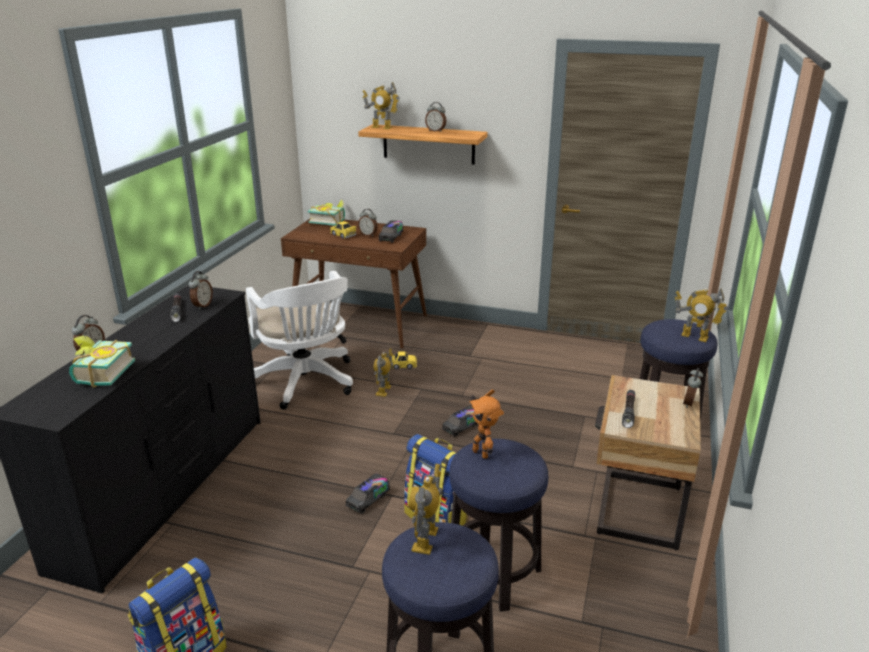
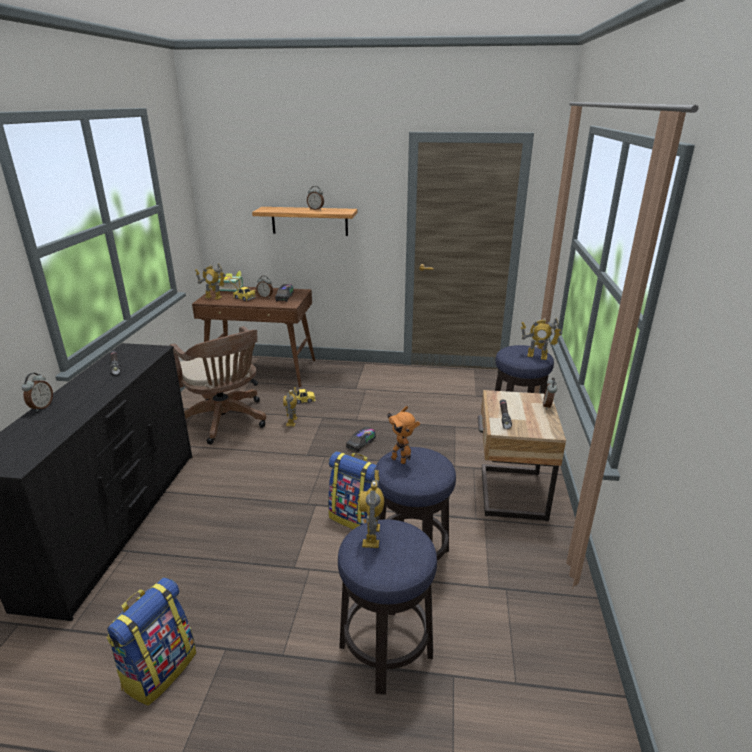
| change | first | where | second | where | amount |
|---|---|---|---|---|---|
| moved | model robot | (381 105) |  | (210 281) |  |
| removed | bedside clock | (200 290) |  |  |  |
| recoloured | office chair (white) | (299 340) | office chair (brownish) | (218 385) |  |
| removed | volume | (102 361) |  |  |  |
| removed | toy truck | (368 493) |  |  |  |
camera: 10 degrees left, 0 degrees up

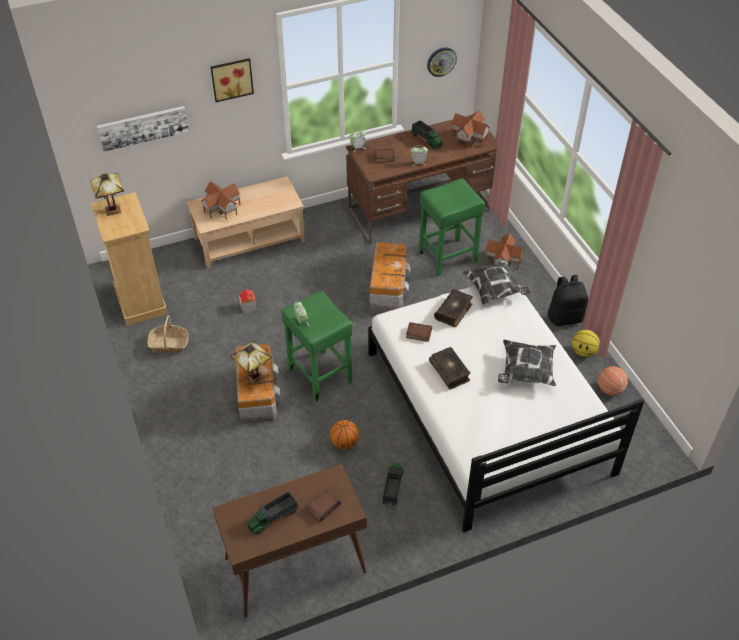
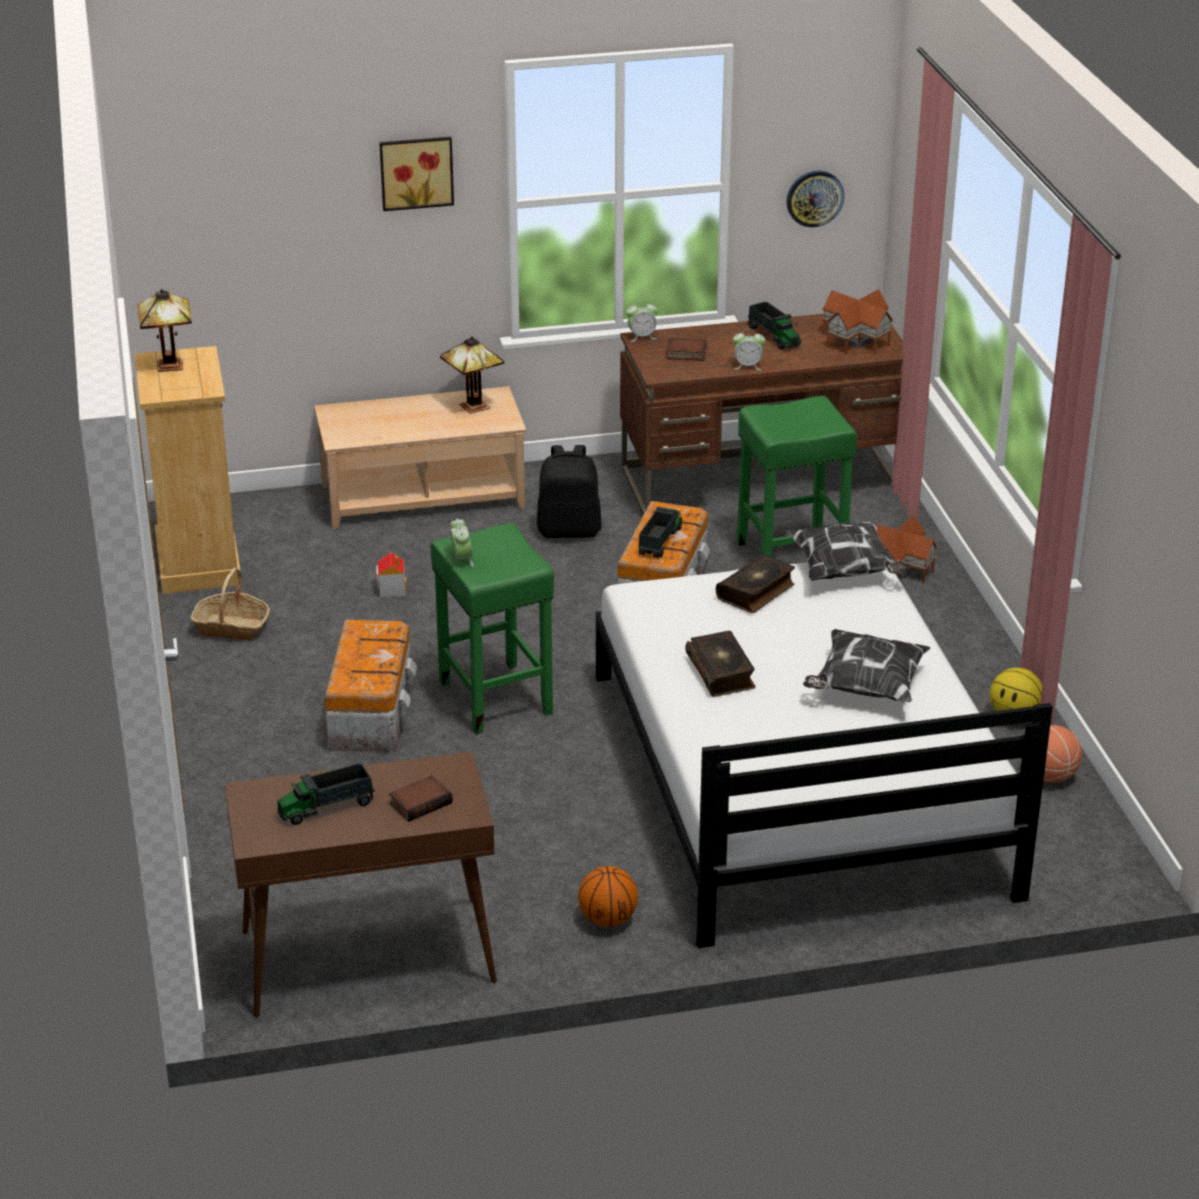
| change | first | where | second | where | amount |
|---|---|---|---|---|---|
| removed | wall picture | (143 129) |  |  |  |
| removed | model house | (221 200) |  |  |  |
| moved | knapsack (black) | (568 300) |  | (569 491) |  |
| removed | volume | (419 332) |  |  |  |
| moved | table lamp | (251 363) |  | (472 375) |  |
| moved | basketball ball | (344 435) |  | (608 896) |  |
| moved | toy truck | (393 484) |  | (660 532) |  |
camera: 10 degrees right, 15 degrees down

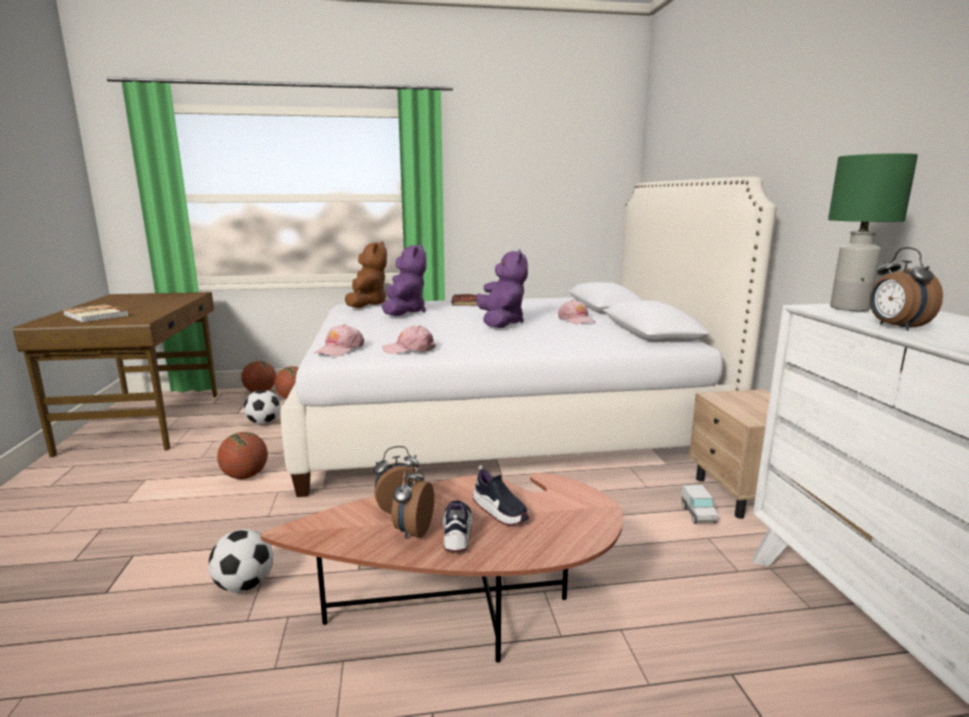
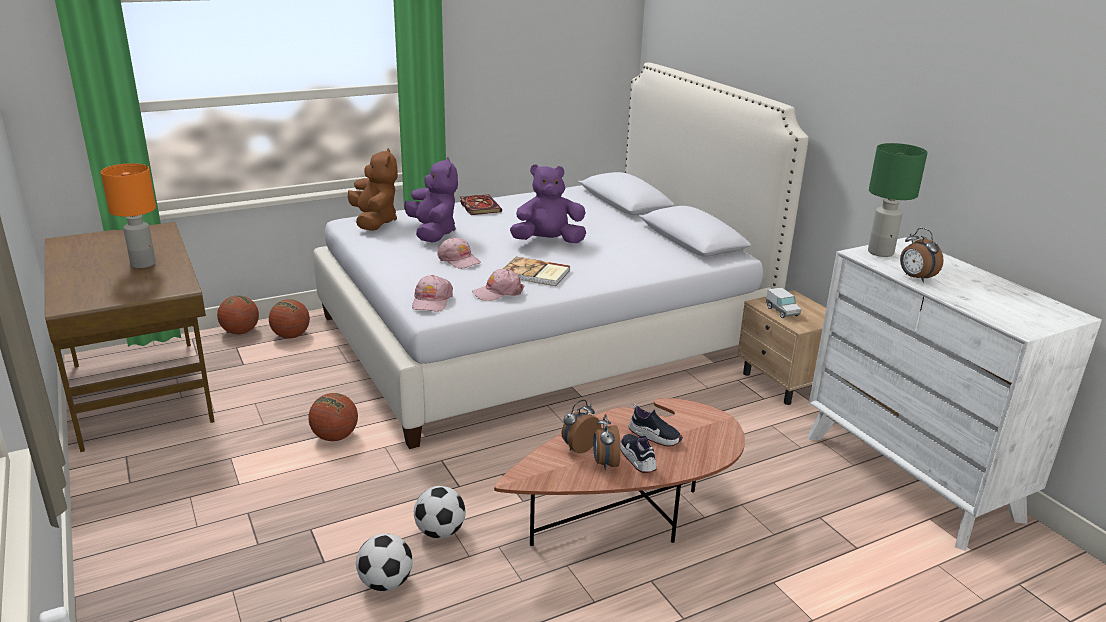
| change | first | where | second | where | amount |
|---|---|---|---|---|---|
| turned | soft toy (purple-coloured) | (502 288) |  | (548 204) | 75 degrees counterclockwise |
| moved | cap (pinkish) | (576 312) |  | (459 253) |  |
| moved | volume | (95 313) |  | (536 271) |  |
| moved | football ball | (262 407) |  | (384 562) |  |
| moved | toy truck | (700 504) |  | (783 302) |  |
| added |  |  | table lamp (orangey) | (128 215) |  |
camera: 20 degrees left, 10 degrees up

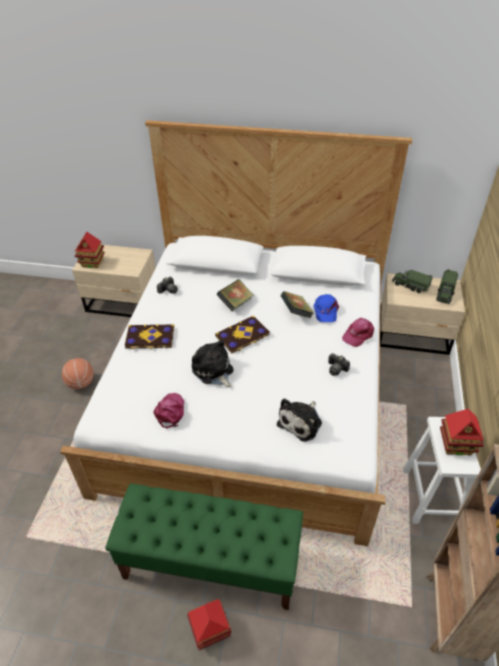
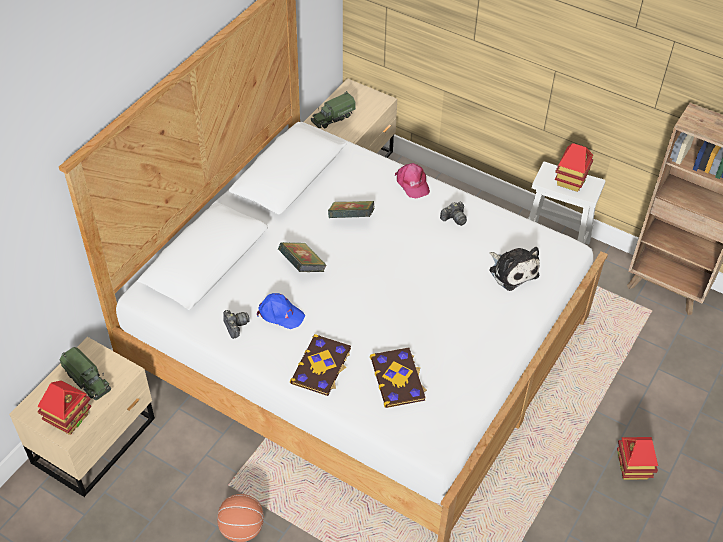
| change | first | where | second | where | amount |
|---|---|---|---|---|---|
| moved | toy truck | (447 286) |  | (85 373) |  |
| moved | cap (blue-coloured) | (326 308) |  | (281 311) |  |
| moved | volume | (242 334) |  | (398 377) |  |
| removed | soft toy | (213 363) |  |  |  |
| removed | cap (pinkish) | (168 410) |  |  |  |
| removed | long seat (green-coloured) | (204 546) |  |  |  |
camera: 70 degrees left, 5 degrees up

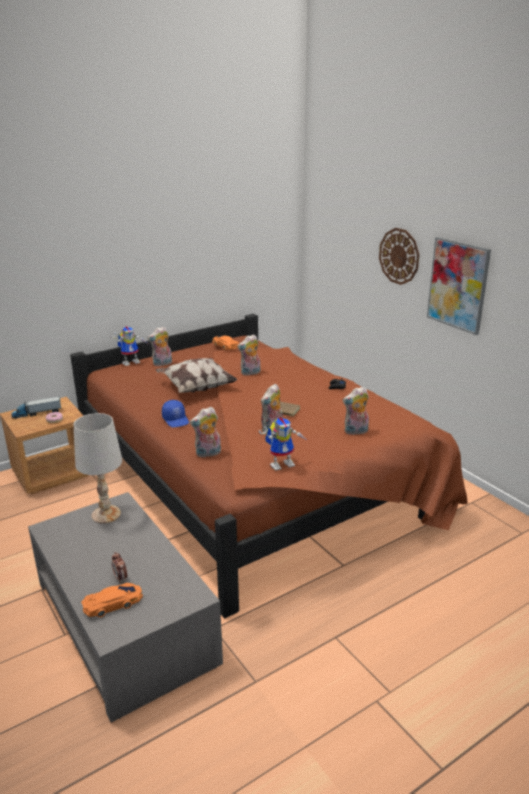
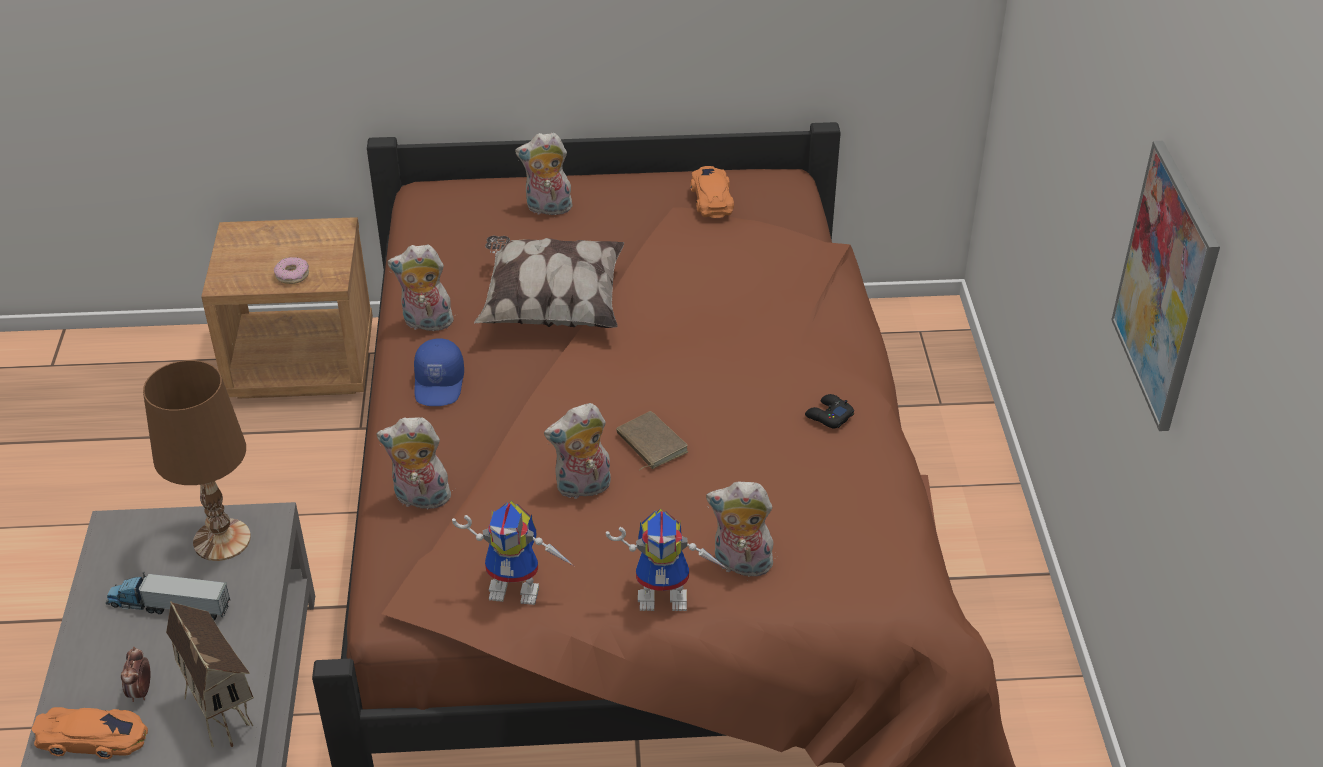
| change | first | where | second | where | amount |
|---|---|---|---|---|---|
| removed | wall clock | (399 256) |  |  |  |
| moved | model robot | (129 346) |  | (666 559) |  |
| moved | soft toy | (248 355) |  | (420 288) |  |
| moved | toy truck | (36 408) |  | (168 595) |  |
| recoloured | table lamp (white) | (97 468) | table lamp (brownish) | (197 460) |  |
| added |  |  | model house | (210 674) |  |
camera: 30 degrees right, 15 degrees up

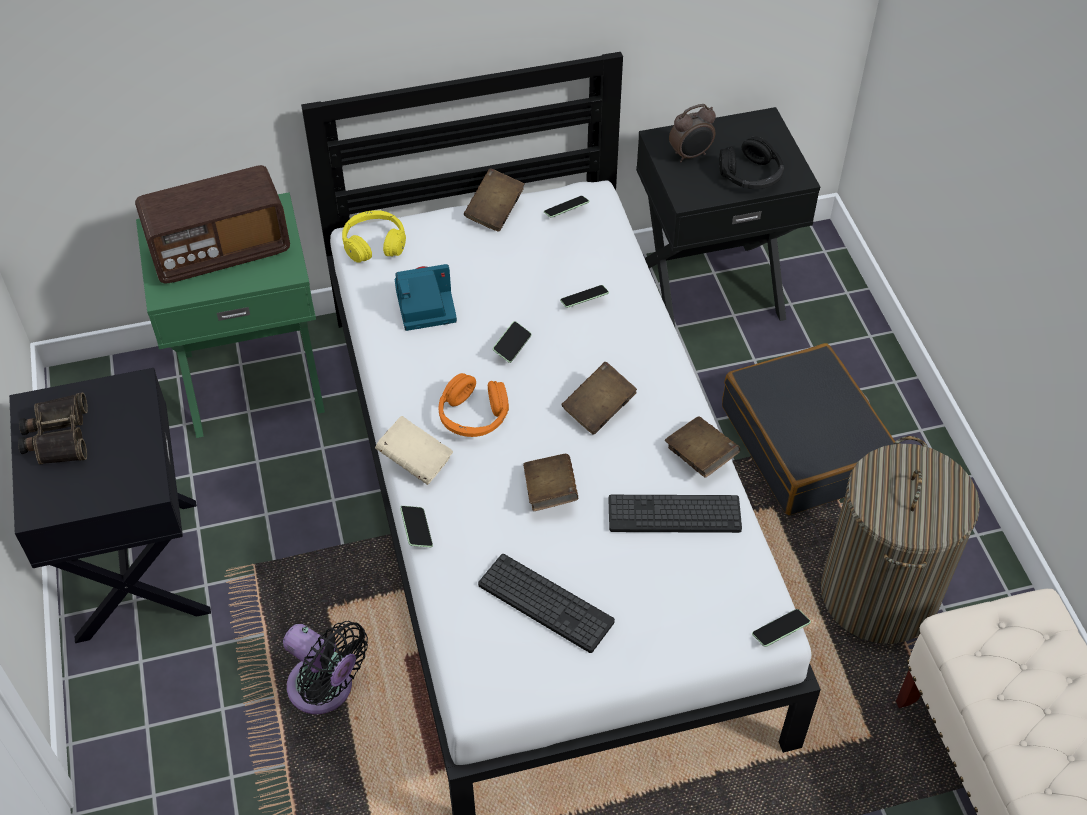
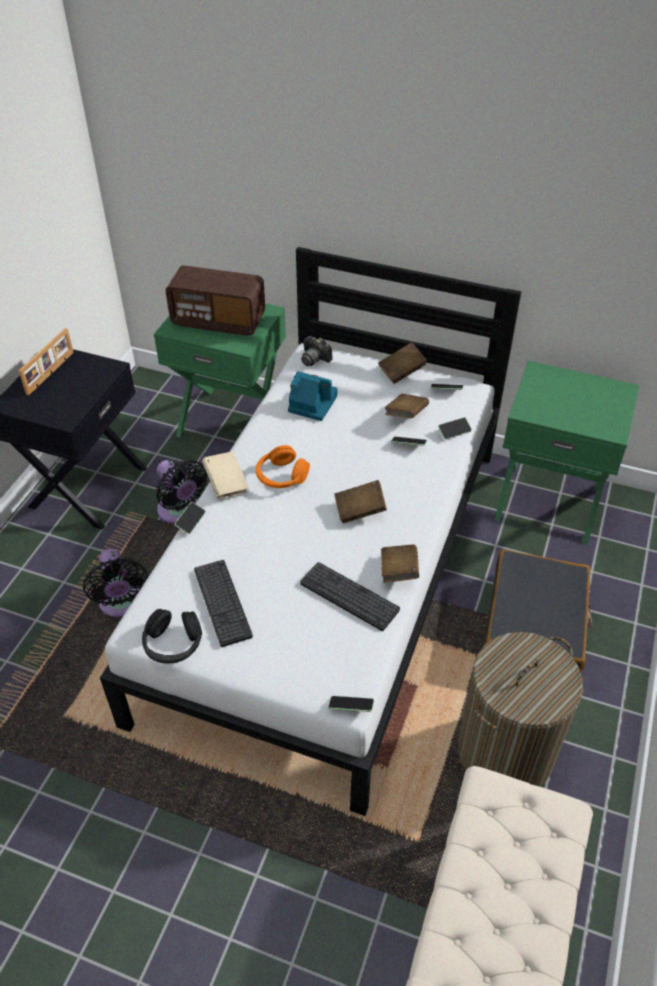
| change | first | where | second | where | amount |
|---|---|---|---|---|---|
| removed | bedside clock | (692 133) |  |  |  |
| recoloured | bedside table (black) | (728 218) | bedside table (green-coloured) | (567 453) |  |
| moved | headphones (black) | (751 162) |  | (172 636) |  |
| replaced | headphones (yellowish) | (374 236) | photo camera | (317 351) |  |
| moved | handset | (512 342) |  | (455 428) |  |
| replaced | binoculars | (53 428) | picture frame | (46 361) |  |
| moved | volume (brownish) | (550 482) |  | (407 406) |  |
| added |  |  | fan (black) | (181 492) |  |
camera: 35 degrees right, 5 degrees down

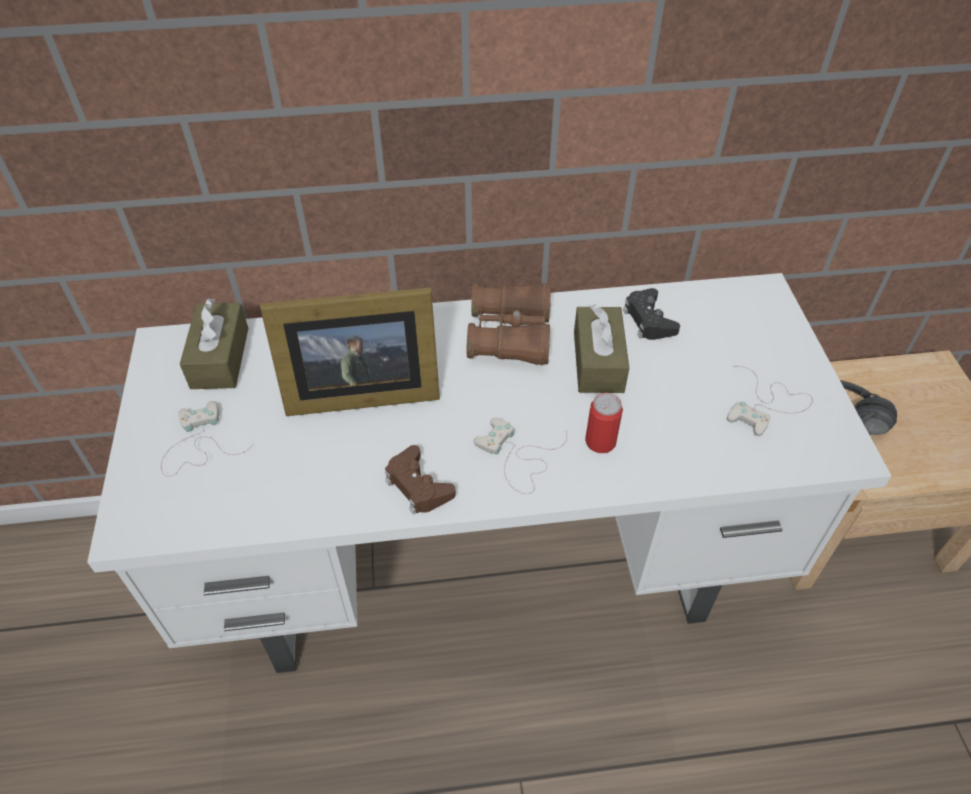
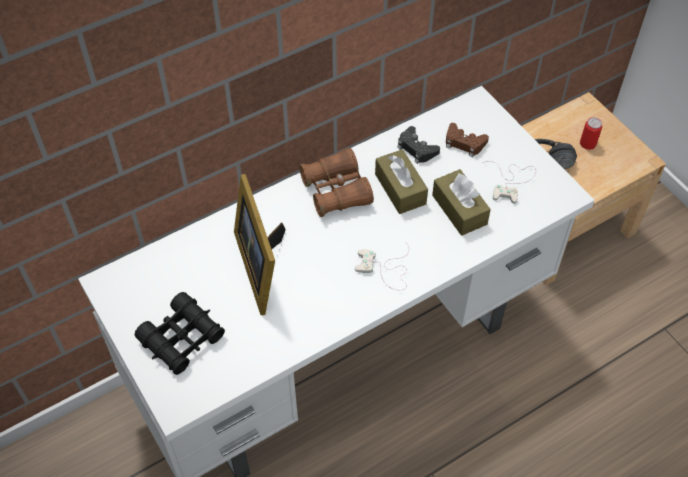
| change | first | where | second | where | amount |
|---|---|---|---|---|---|
| turned | picture frame | (350 351) |  | (259 244) | 105 degrees clockwise |
| moved | box of tissues (brownish) | (214 343) |  | (461 202) |  |
| moved | sealed can | (604 423) |  | (591 133) |  |
| replaced | joypad (white) | (207 439) | binoculars (black) | (180 333) |  |
| moved | joypad (brownish) | (420 479) |  | (467 140) |  |
camera: 25 degrees left, 5 degrees up

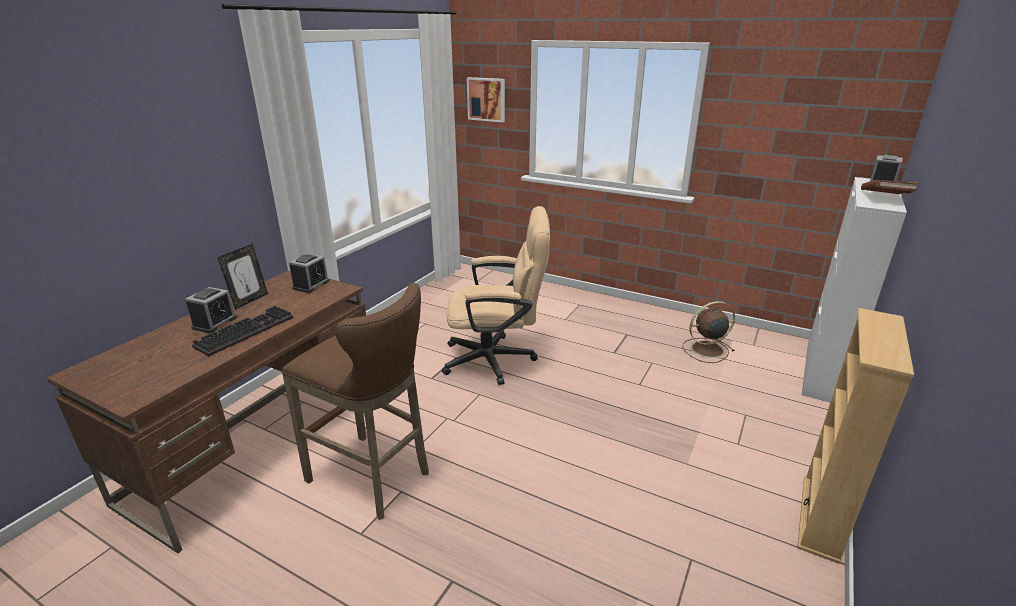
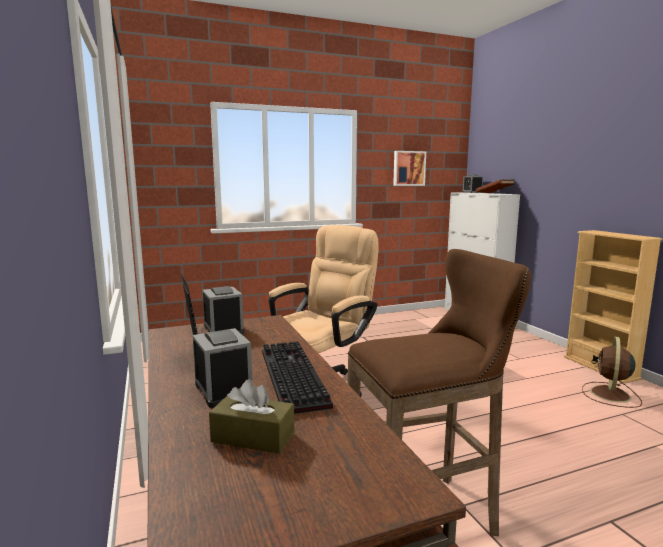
| change | first | where | second | where | amount |
|---|---|---|---|---|---|
| moved | wall picture | (486 99) |  | (409 168) |  |
| moved | fan (brownish) | (709 332) |  | (612 372) |  |
| added |  |  | box of tissues (brownish) | (251 416) |  |
camera: 50 degrees left, 15 degrees down

